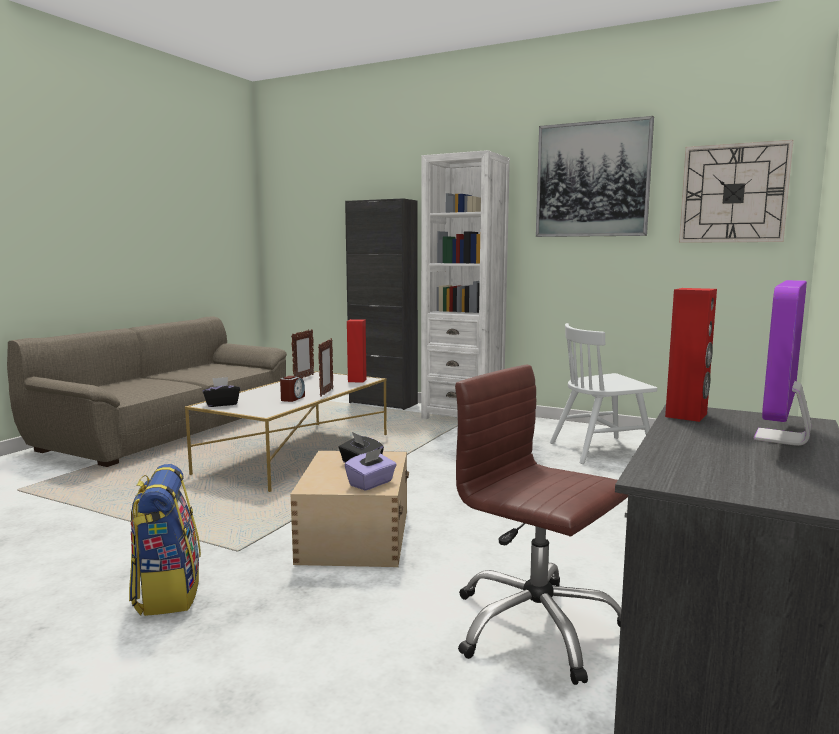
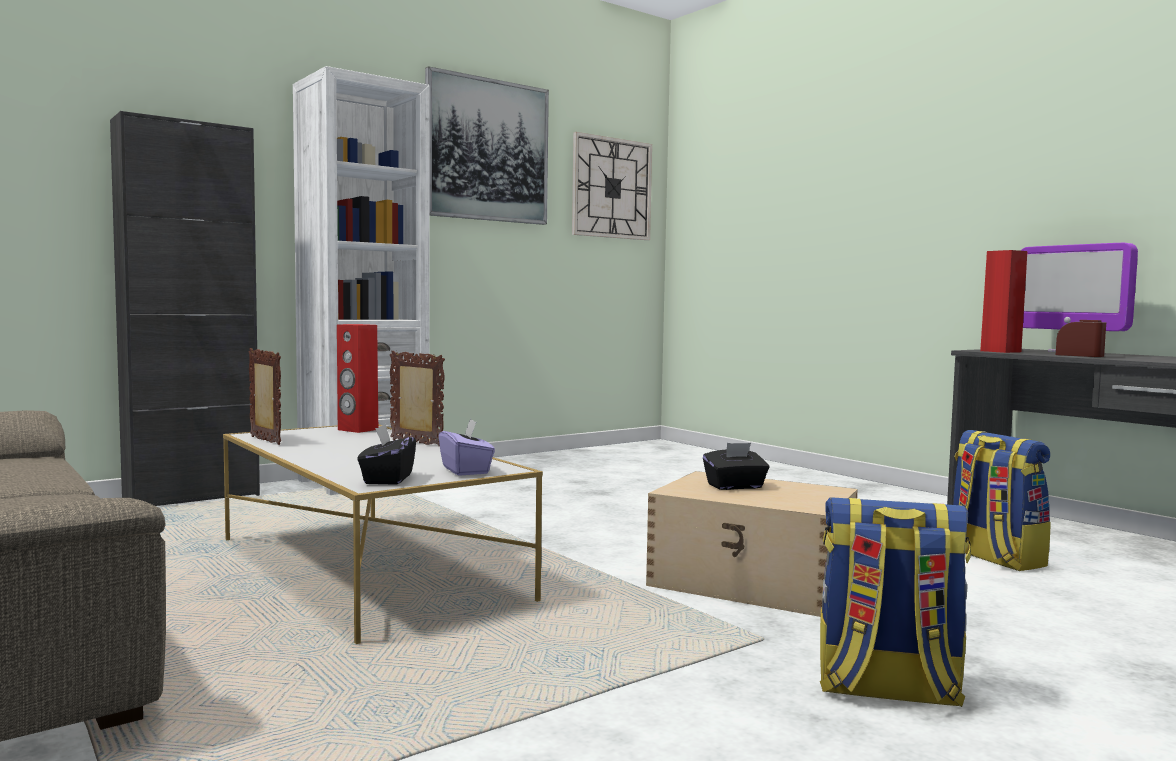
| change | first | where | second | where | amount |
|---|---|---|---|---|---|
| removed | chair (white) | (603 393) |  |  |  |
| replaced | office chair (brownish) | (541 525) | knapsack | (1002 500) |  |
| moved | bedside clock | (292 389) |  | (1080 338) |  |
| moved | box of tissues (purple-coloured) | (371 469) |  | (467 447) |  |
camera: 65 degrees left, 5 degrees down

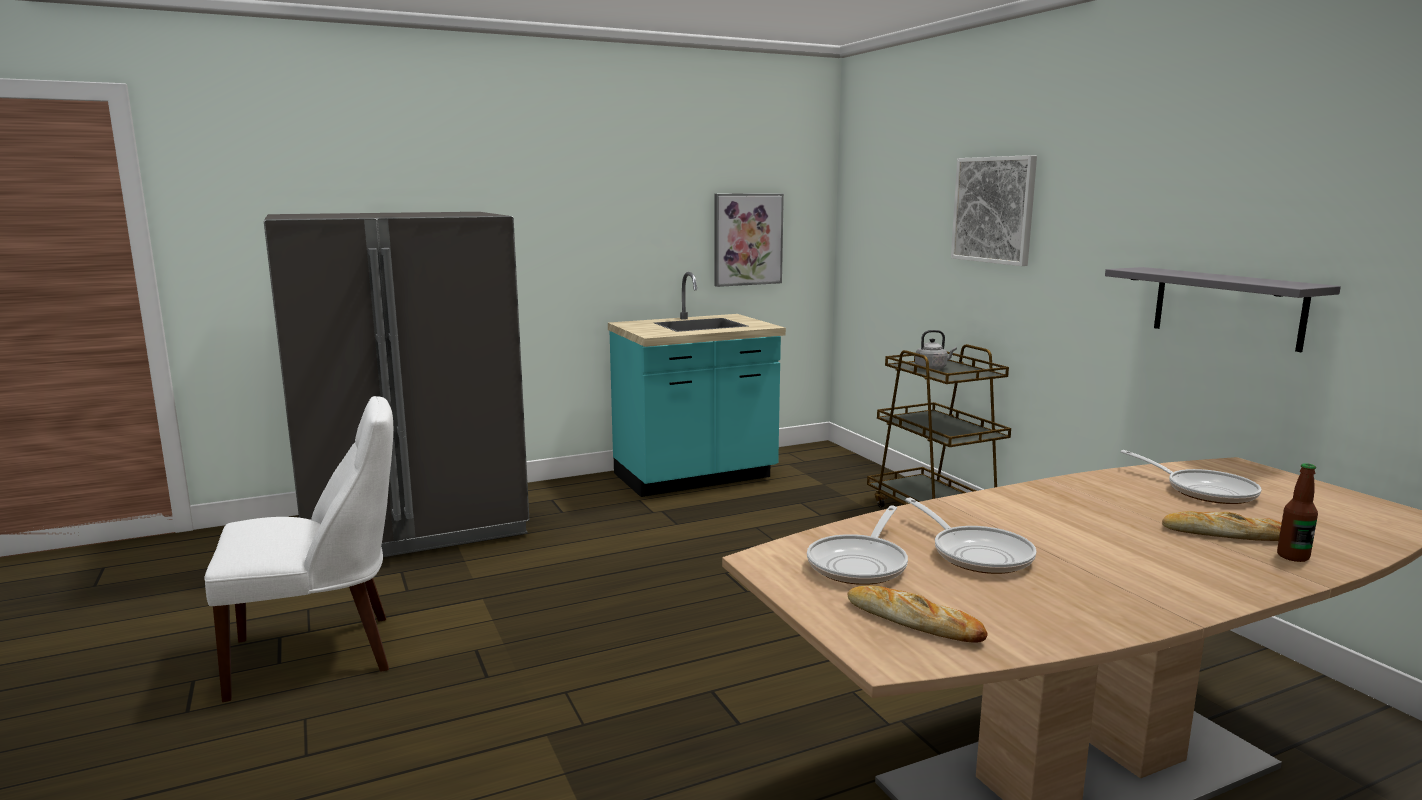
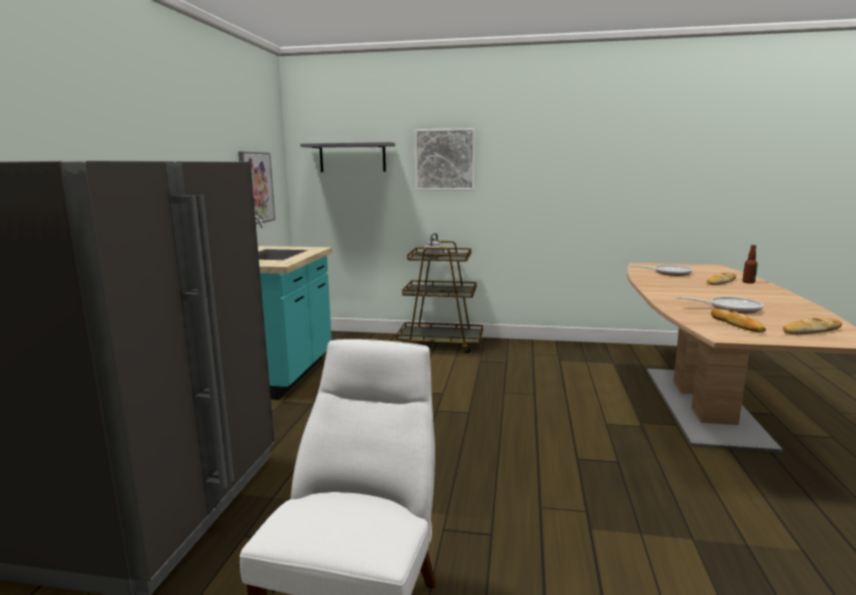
| change | first | where | second | where | amount |
|---|---|---|---|---|---|
| moved | bracket shelf (greyish) | (1223 309) |  | (347 157) |  |
| replaced | pan | (857 545) | bakery bread | (738 321) |  |
camera: 55 degrees left, 0 degrees up

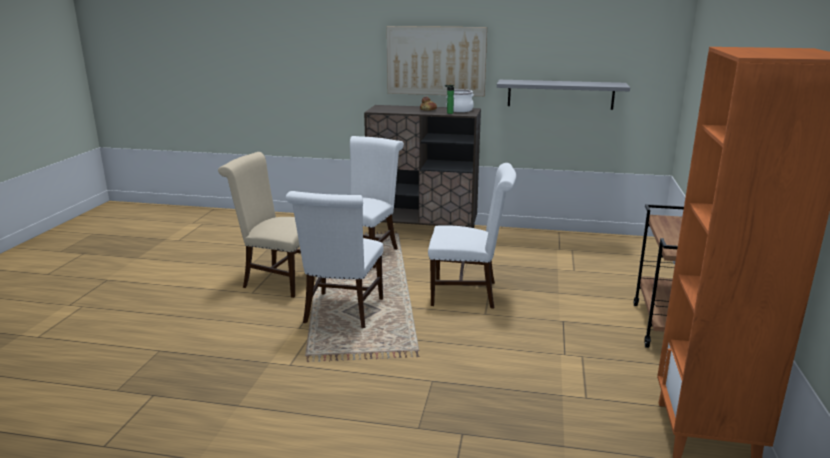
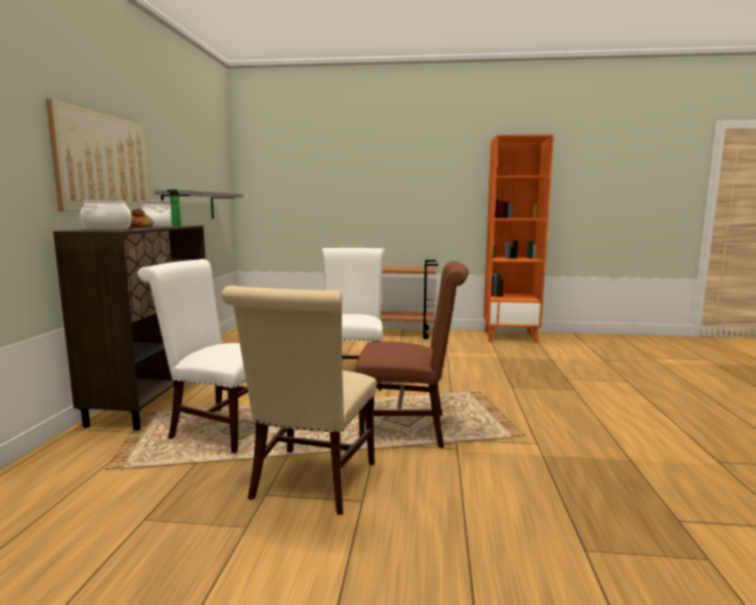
| change | first | where | second | where | amount |
|---|---|---|---|---|---|
| recoloured | chair (white) | (334 259) | chair (brownish) | (412 354) |  |
| added |  |  | cooking pot | (106 215) |  |
camera: 95 degrees left, 10 degrees down

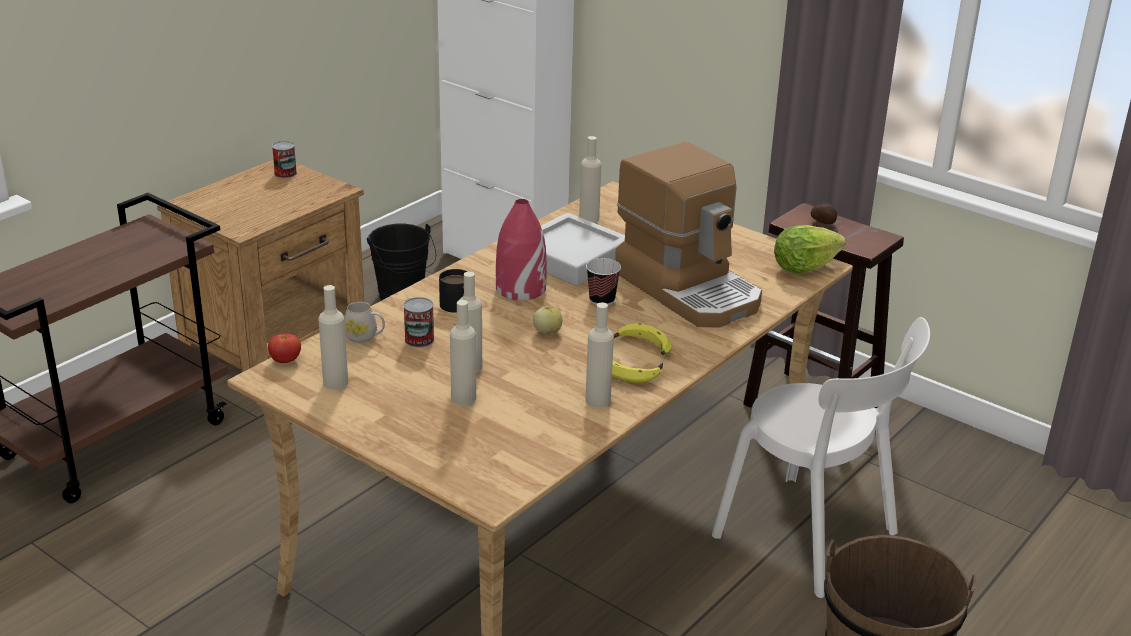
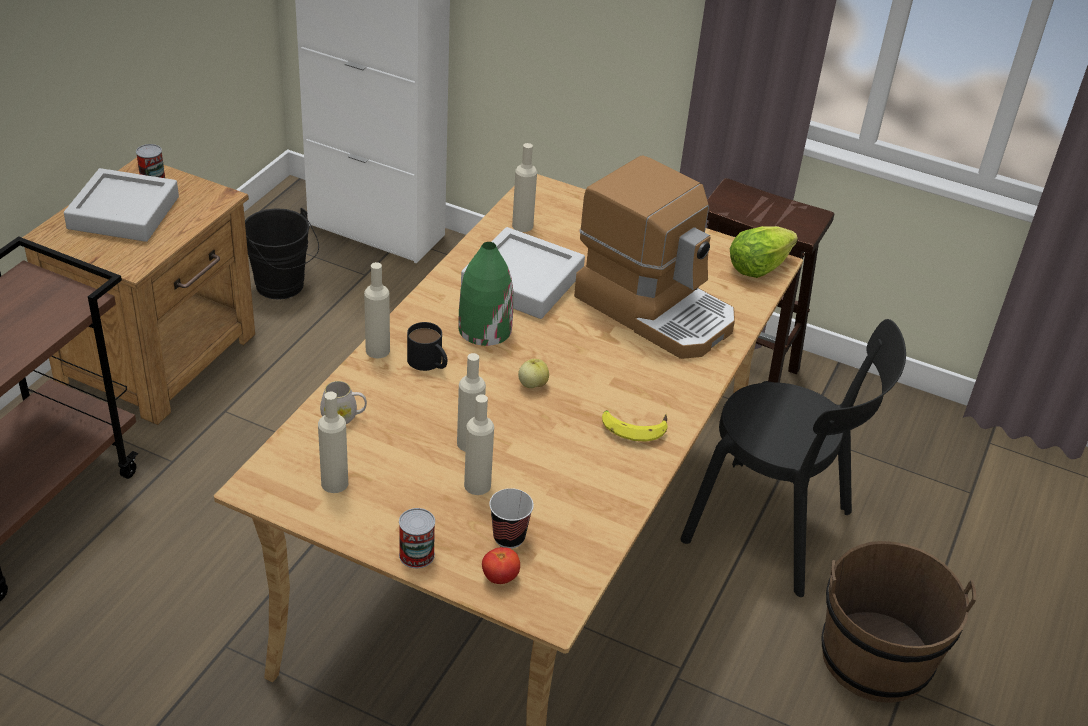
| change | first | where | second | where | amount |
|---|---|---|---|---|---|
| recoloured | decorative vase (reddish) | (521 249) | decorative vase (green-coloured) | (485 294) |  |
| removed | potato | (824 214) |  |  |  |
| moved | drinking cup | (603 282) |  | (511 518) |  |
| moved | sealed can | (418 322) |  | (417 538) |  |
| moved | bottle (beige) | (600 355) |  | (377 310) |  |
| recoloured | chair (white) | (821 457) | chair (black) | (793 458) |  |
| removed | banana | (642 339) |  |  |  |
| moved | tomato | (284 348) |  | (501 565) |  |
| added |  |  | carrying tray (greyish) | (121 205) |  |
camera: 15 degrees left, 10 degrees up

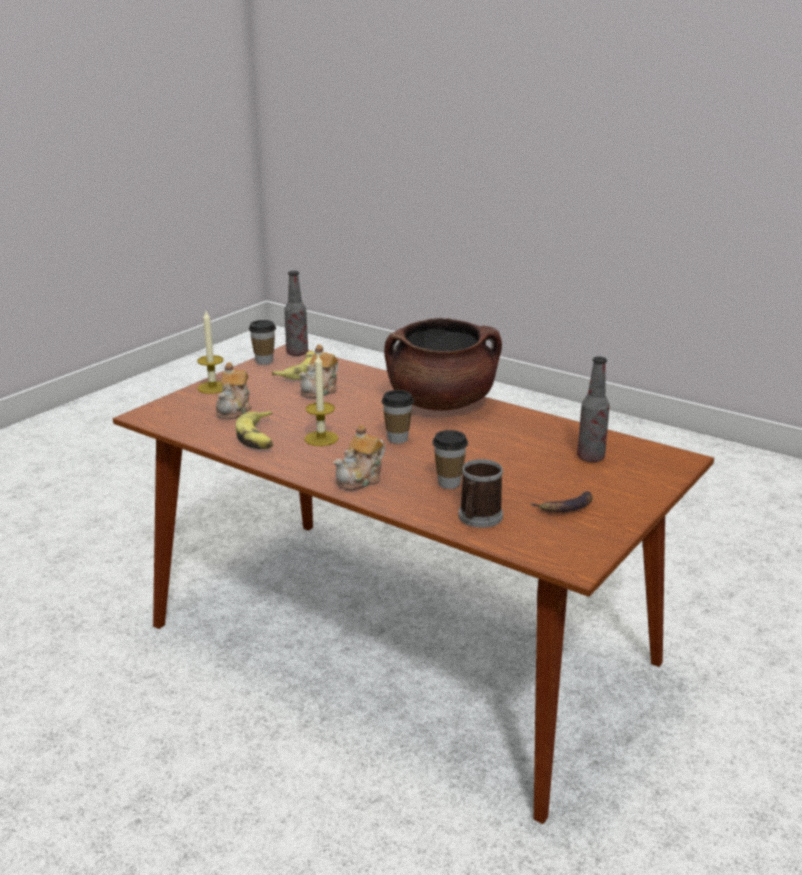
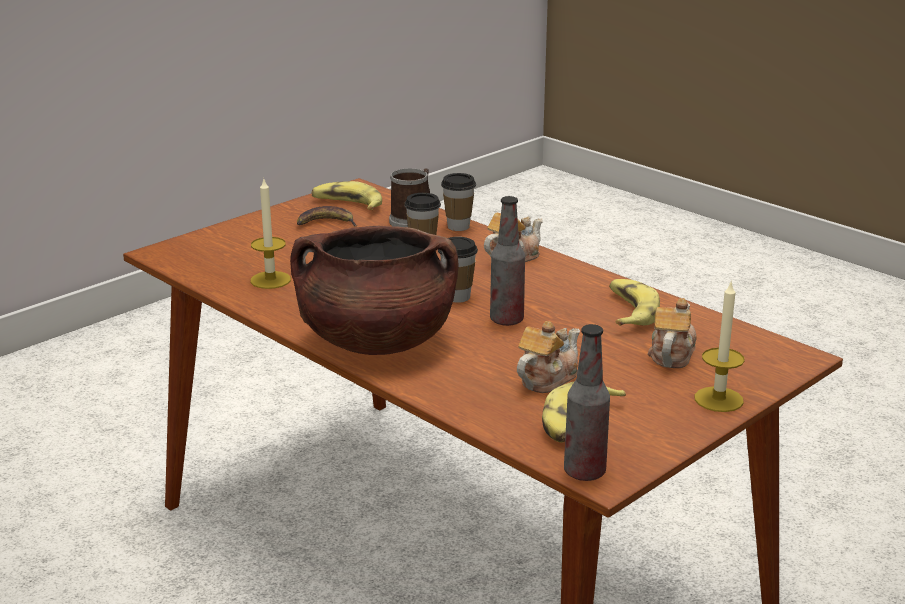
| change | first | where | second | where | amount |
|---|---|---|---|---|---|
| moved | drinking cup | (262 342) |  | (458 202) |  |
| moved | wax light | (321 400) |  | (271 234) |  |
| moved | bottle | (593 409) |  | (507 261) |  |
| added |  |  | banana | (346 195) |  |
camera: 170 degrees left, 0 degrees up

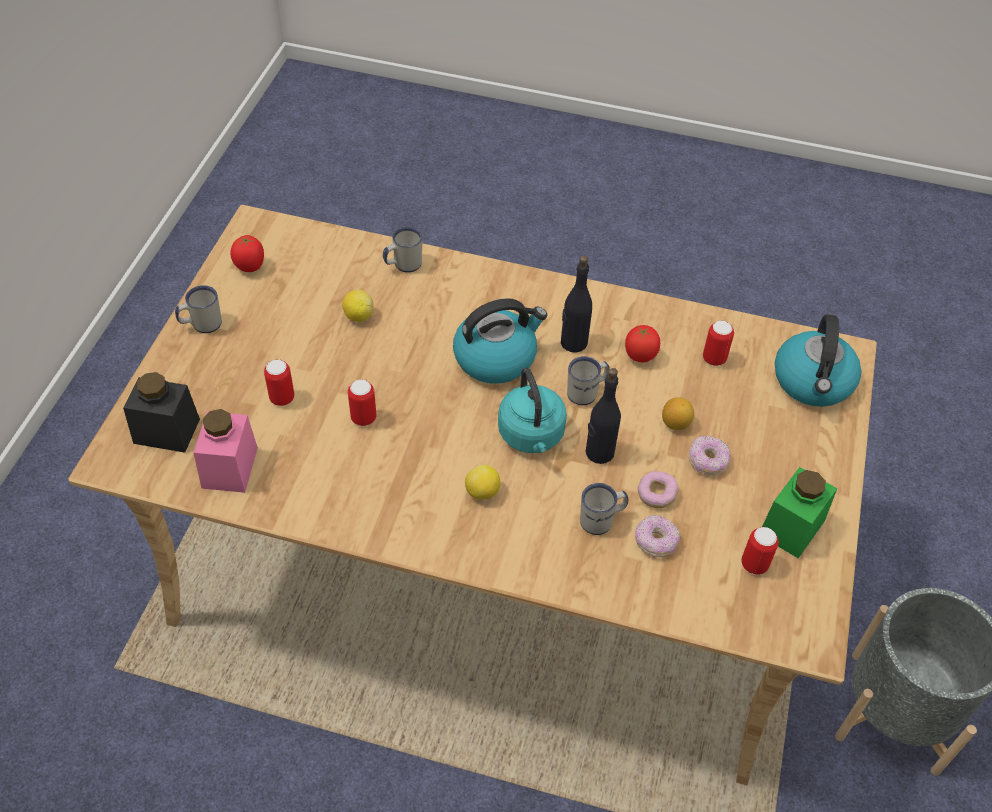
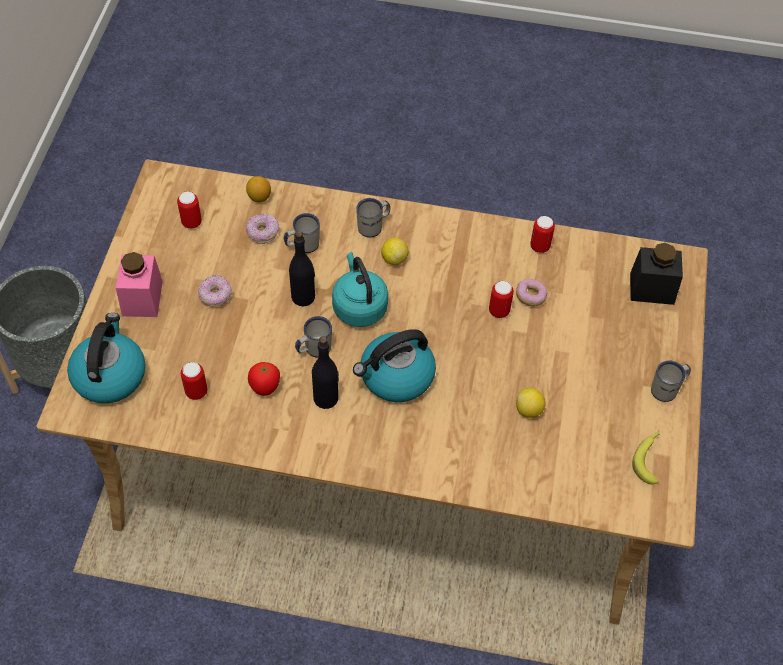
| change | first | where | second | where | amount |
|---|---|---|---|---|---|
| moved | mug (white) | (402 249) |  | (373 218) |  |
| replaced | tomato | (247 253) | banana | (646 457) |  |
| moved | sealed can | (279 382) |  | (542 234) |  |
| moved | whole lemon | (678 413) |  | (258 189) |  |
| moved | preserve jar (pinkish) | (225 451) |  | (139 284) |  |
| removed | preserve jar (green-coloured) | (799 512) |  |  |  |
| moved | donut | (658 489) |  | (531 292) |  |
camera: 175 degrees right, 5 degrees up

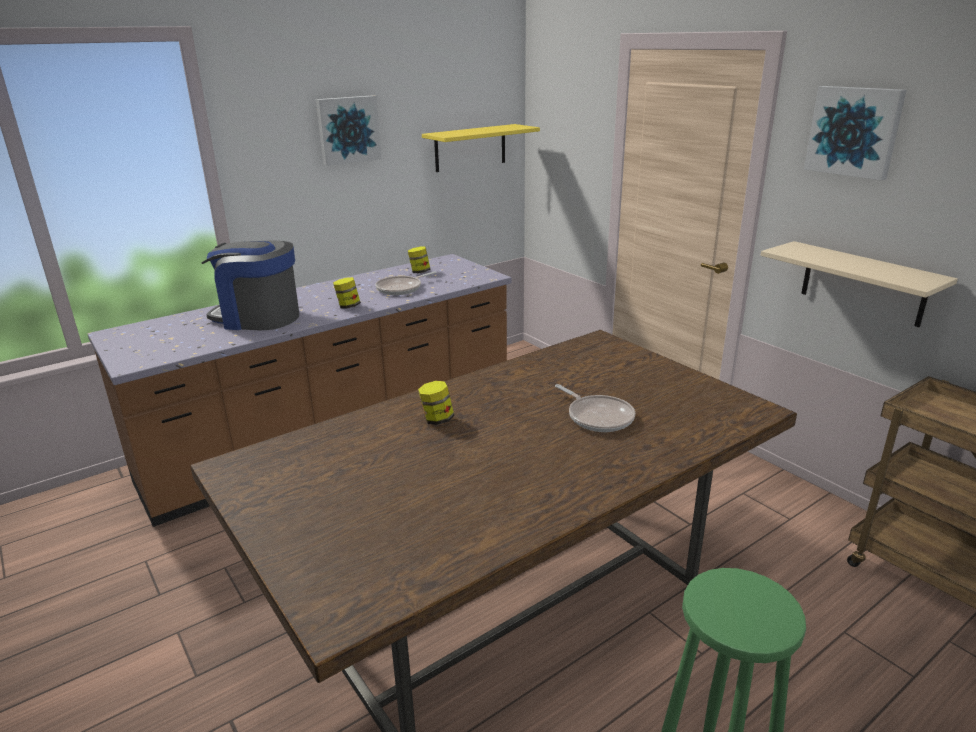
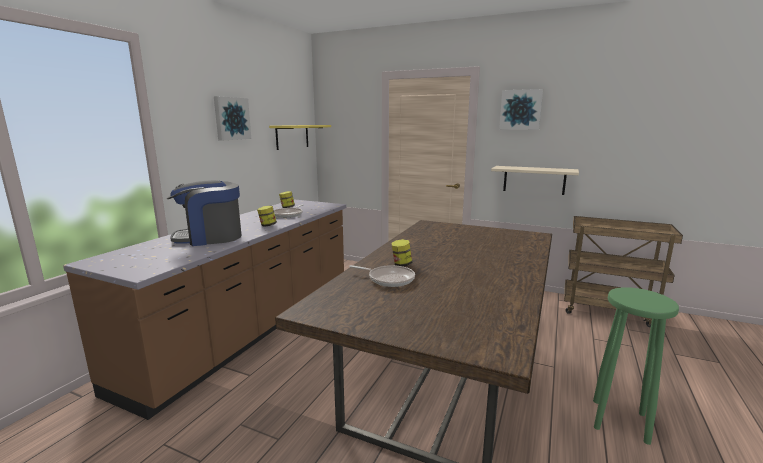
| change | first | where | second | where | amount |
|---|---|---|---|---|---|
| moved | pan | (595 408) |  | (382 276) |  |
camera: 30 degrees left, 10 degrees down

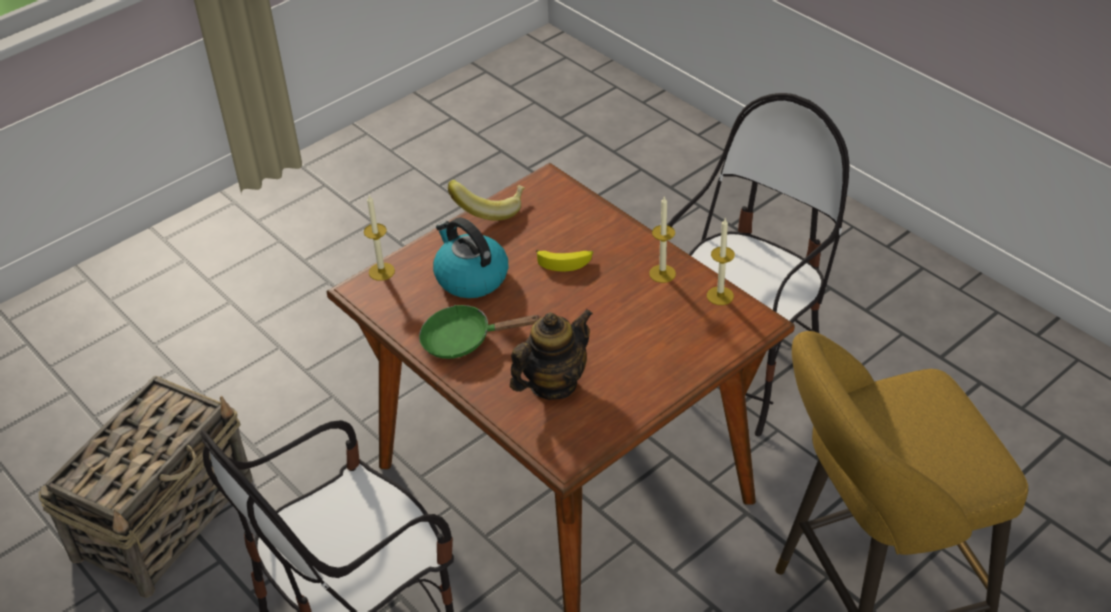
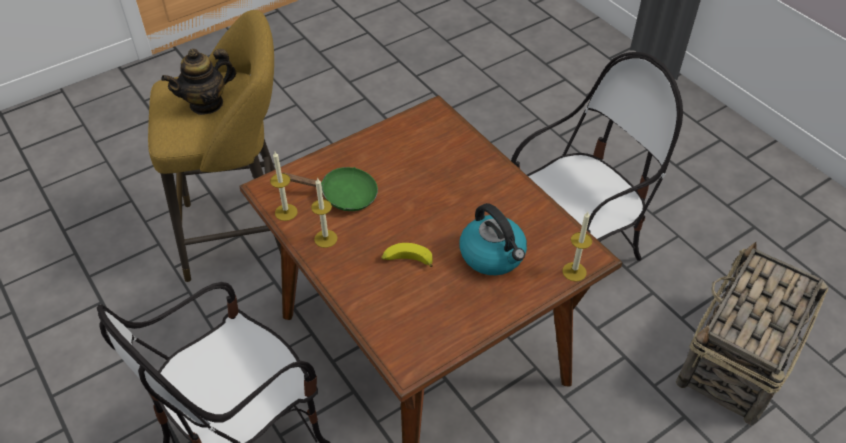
| change | first | where | second | where | amount |
|---|---|---|---|---|---|
| removed | banana | (486 200) |  |  |  |
| moved | pan (green-coloured) | (479 332) |  | (330 189) |  |
| moved | pot for tea | (551 354) |  | (198 82) |  |
camera: 175 degrees left, 5 degrees up

